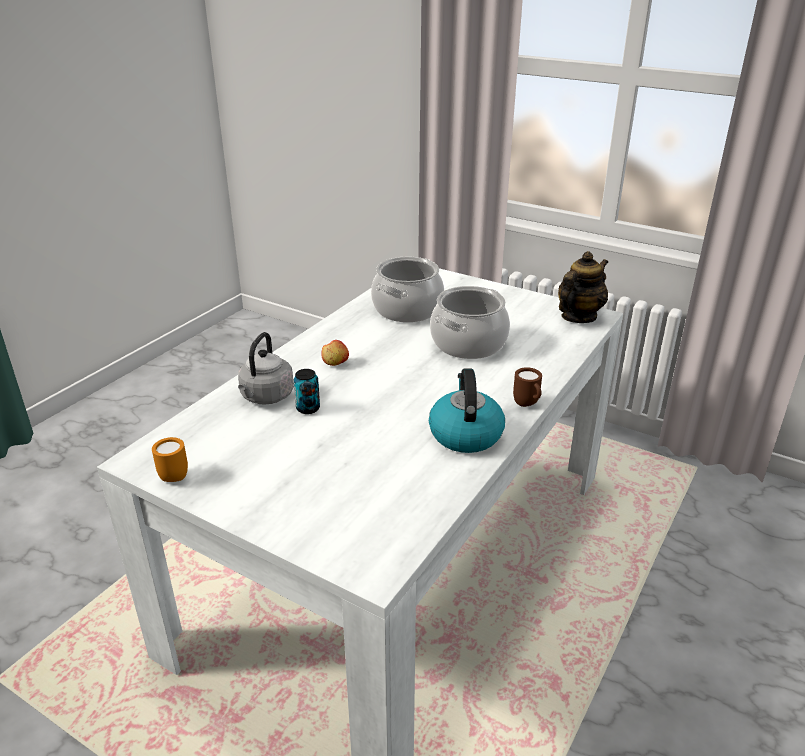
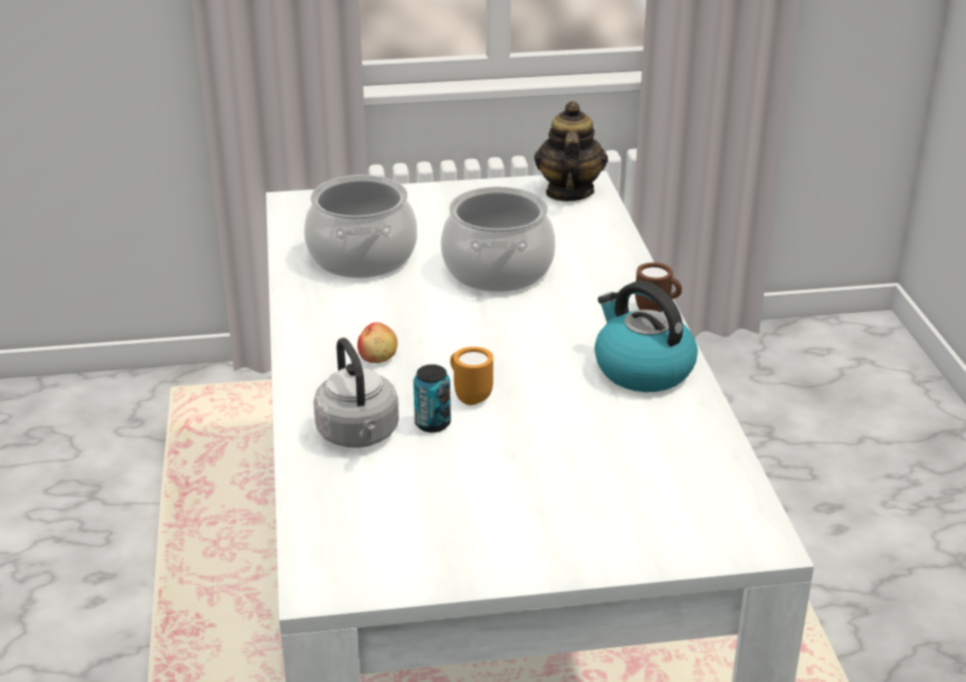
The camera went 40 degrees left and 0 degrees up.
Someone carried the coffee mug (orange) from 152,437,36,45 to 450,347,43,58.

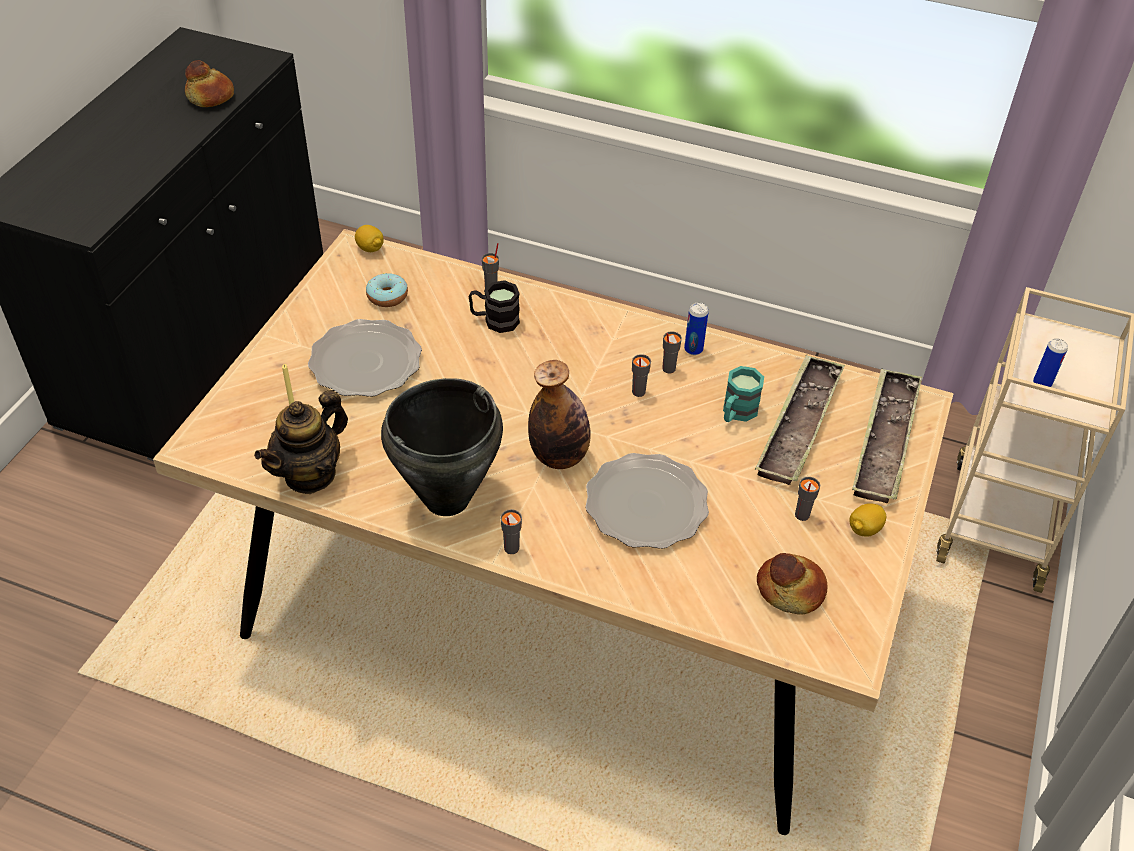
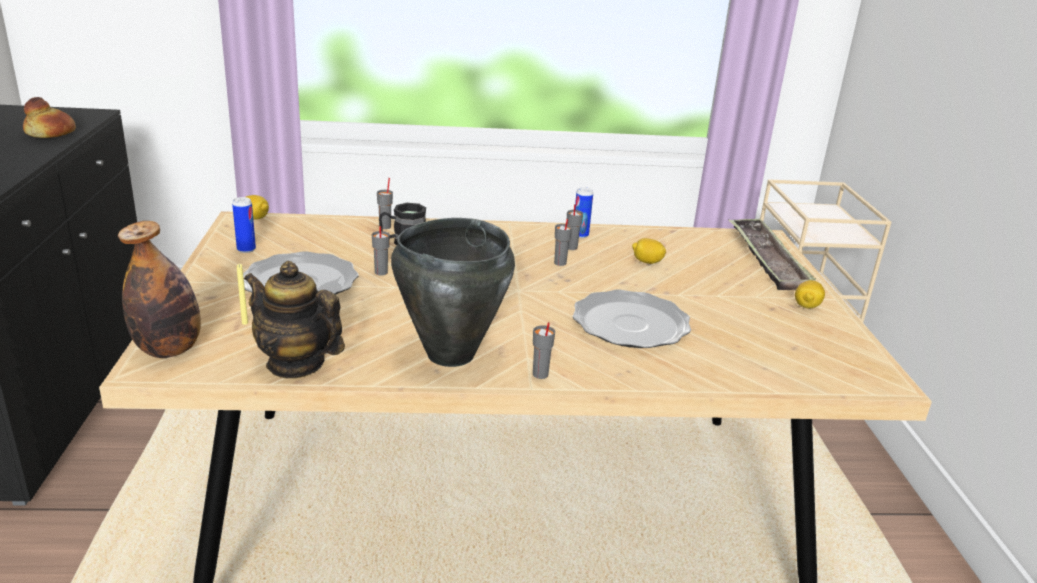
The camera went 25 degrees left and 20 degrees down.
Someone carried the beverage bottle from 528,360,63,109 to 118,221,83,137.
Someone carried the can from 1033,338,35,49 to 232,197,24,56.
Someone rotated the teapot at 254,390,94,104 by 105 degrees clockwise.
Someone carried the cup (gray) from 795,477,25,44 to 372,226,18,50.
Someone swapped the coffee mug (turquoise) at 723,366,41,56 for the whole lemon at 632,238,34,26.
Someone took away the donut at 366,273,42,34.
Someone took away the tray at 755,355,90,130.
Someone took away the bread at 757,553,71,62.

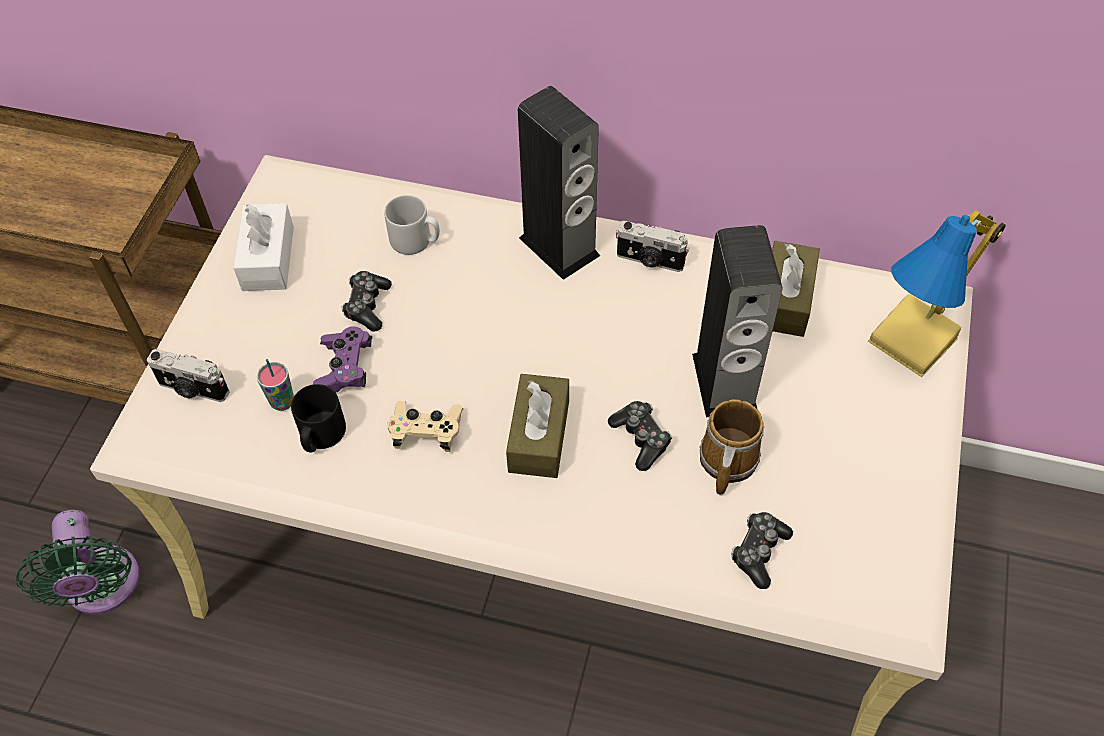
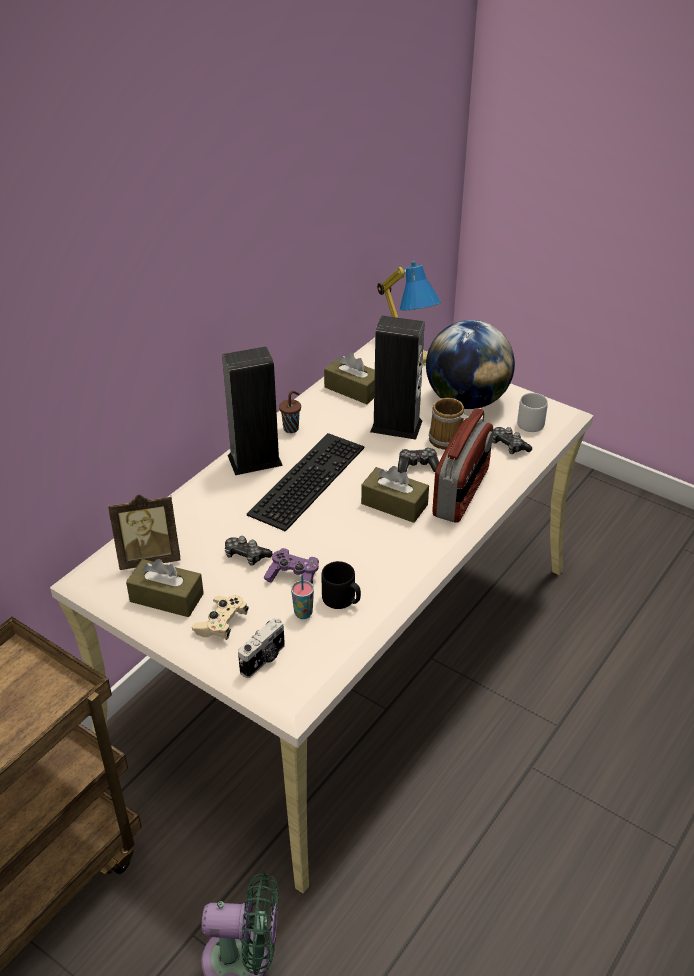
The camera went 70 degrees left and 15 degrees down.
Someone put down the photo frame at 108,494,73,76.
Someone repainted the box of tissues (whitish) at 233,203,61,88, which became the box of tissues (brownish) at 126,559,78,58.
Someone carried the gamepad (beige-coloured) from 387,401,77,51 to 192,595,57,45.
Someone put down the keyboard at 247,433,117,99.
Someone swapped the still camera at 616,221,74,51 for the cup (brownish) at 279,391,22,42.
Someone put down the globe at 426,320,89,89.
Someone put down the radio at 432,408,61,115.
Someone carried the coffee mug (gray) from 384,195,56,60 to 517,393,31,39.

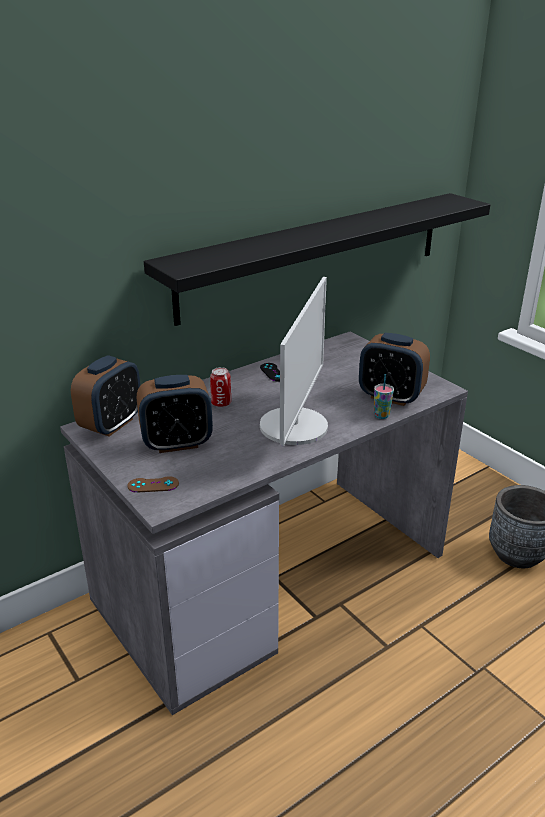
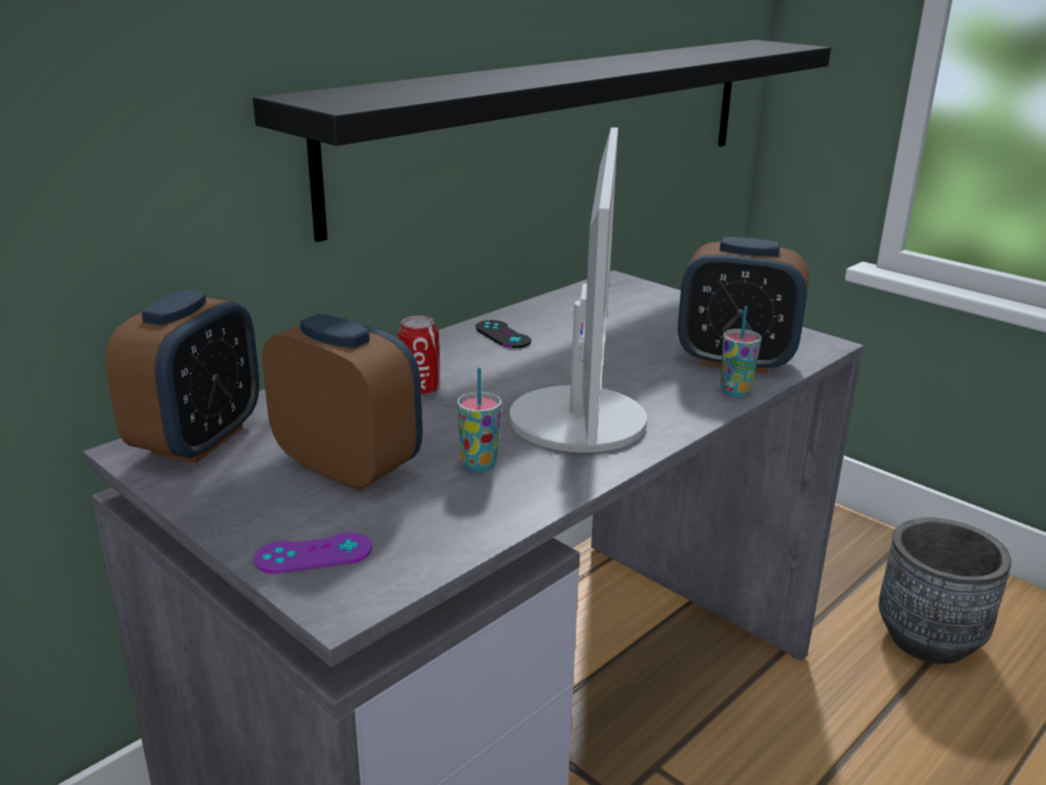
The camera went 10 degrees left and 5 degrees down.
Someone repainted the gamepad (brownish) at 127,476,52,17, which became the gamepad (purple-coloured) at 254,532,118,42.
Someone rotated the alarm clock at 137,375,76,78 by 120 degrees counterclockwise.
Someone put down the cup at 457,368,44,104.

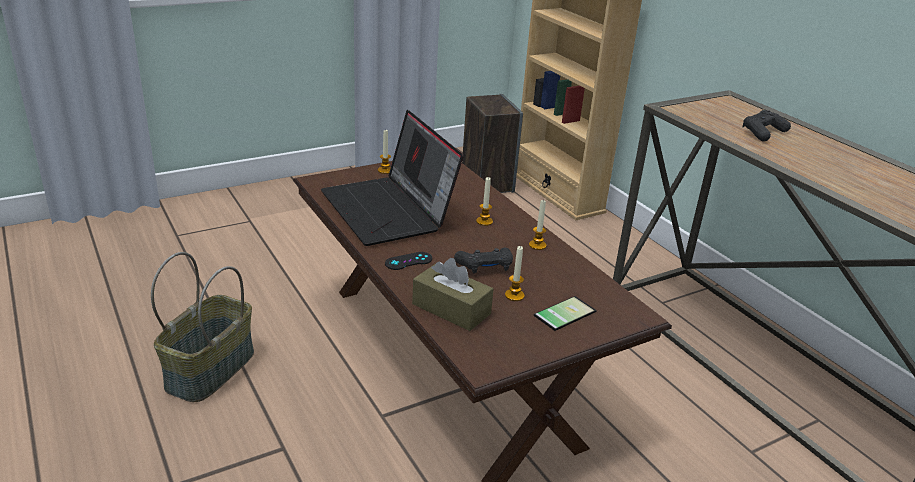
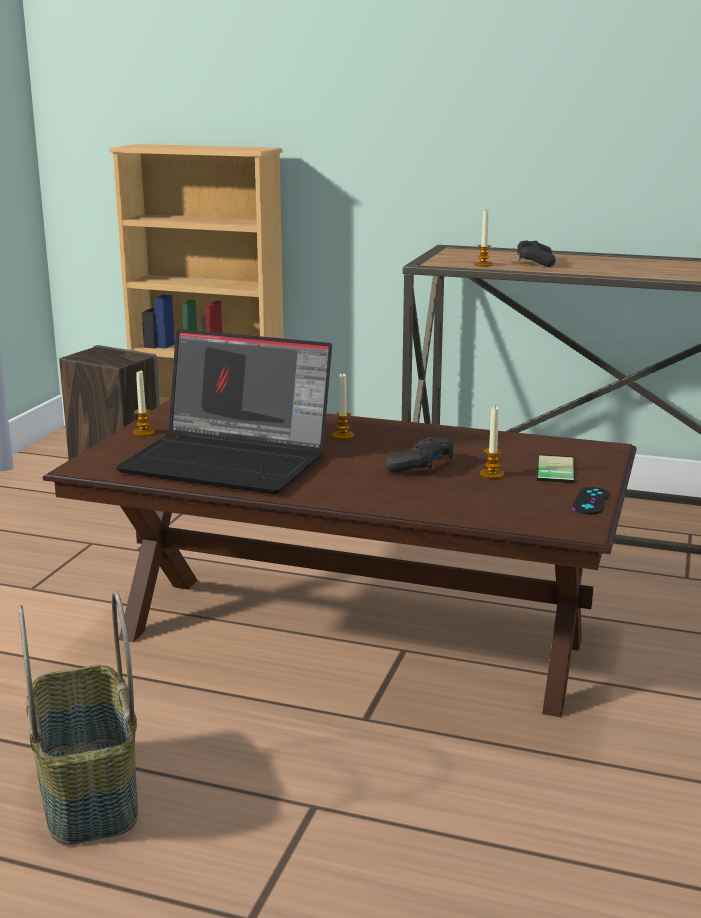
The camera went 40 degrees left and 10 degrees down.
Someone carried the wax light from 529,199,17,51 to 474,210,19,57.
Someone carried the gamepad (black-coloured) from 385,252,47,18 to 572,487,38,28.
Someone took away the box of tissues (brownish) at 412,258,81,73.

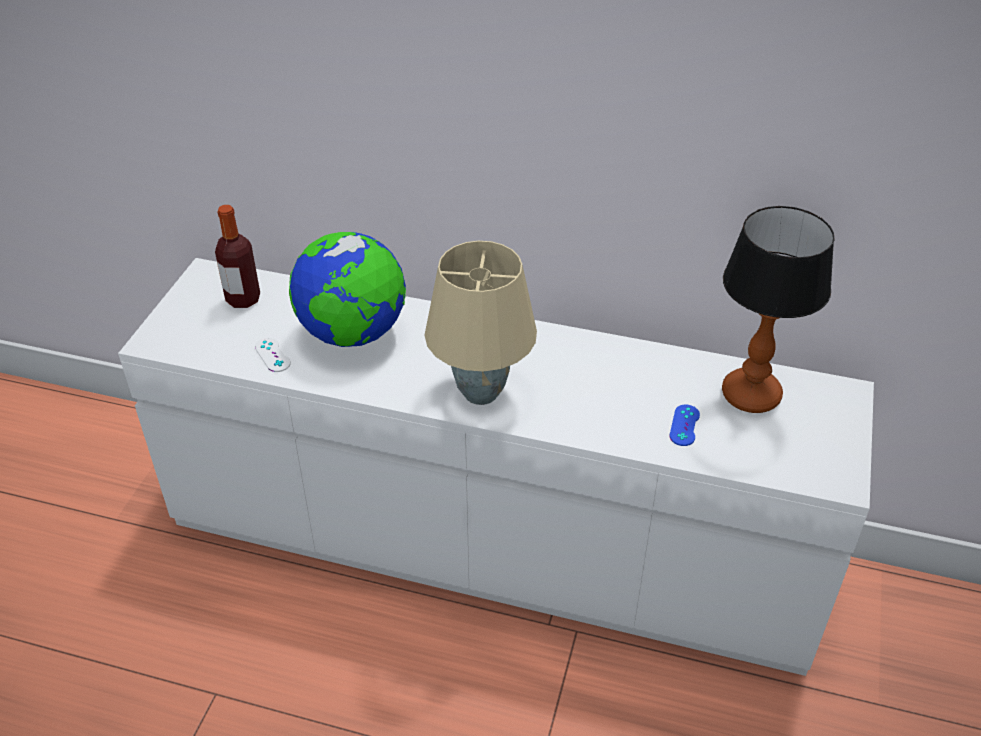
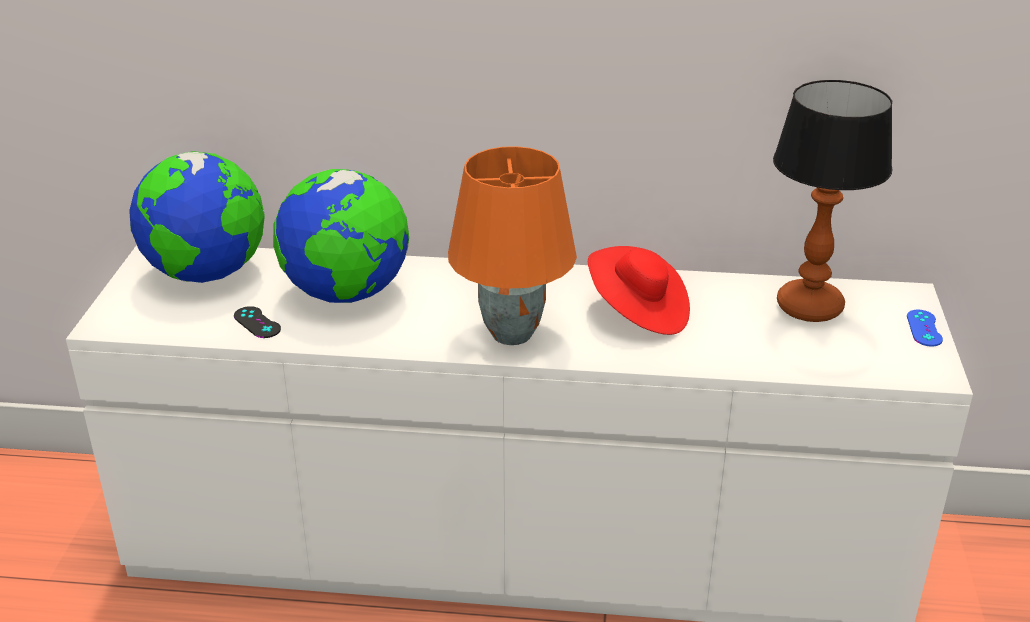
The camera went 10 degrees left and 10 degrees down.
Someone swapped the beverage bottle at 215,205,45,103 for the globe at 129,151,136,132.
Someone repainted the gamepad (whitish) at 255,338,36,34, which became the gamepad (black-coloured) at 234,306,47,32.
Someone repainted the tabletop lamp (beige-coloured) at 424,241,113,164, which became the tabletop lamp (orange) at 448,146,129,199.
Someone put down the hat (reddish) at 588,246,102,89.
Someone carried the gamepad (blue) from 670,404,30,42 to 907,310,36,37.

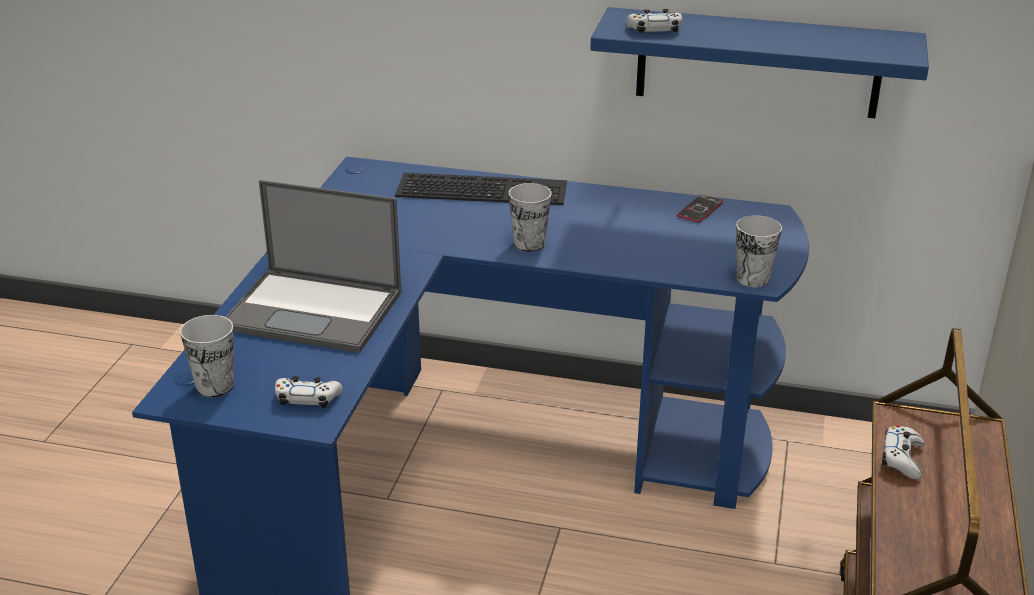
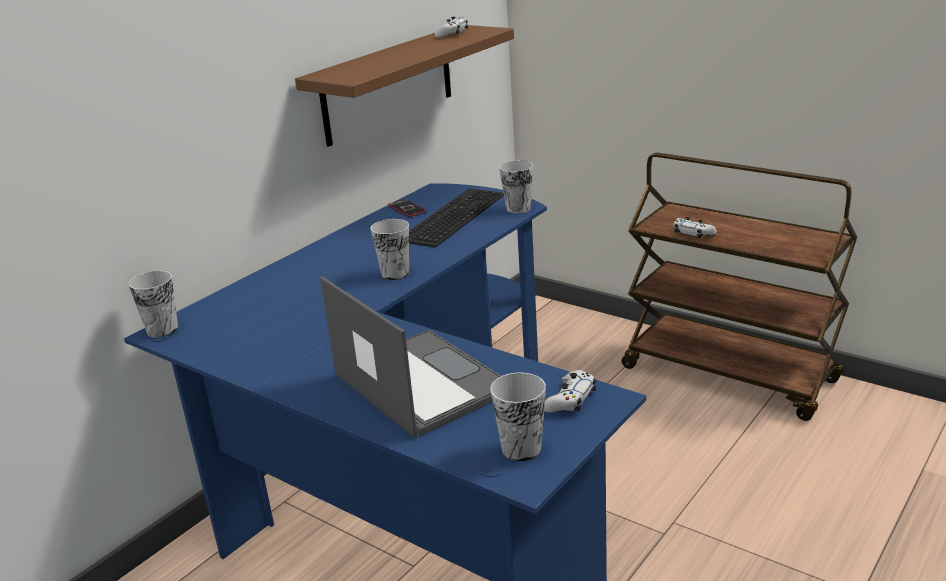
The camera went 65 degrees left and 5 degrees down.
Someone put down the cup at 128,271,50,67.
Someone repainted the wall shelf (blue) at 590,7,339,111, which became the wall shelf (brownish) at 295,25,219,122.
Someone rotated the portable computer at 226,180,175,173 by 75 degrees counterclockwise.
Someone carried the keyboard from 395,173,172,32 to 409,188,95,60.
Someone carried the gamepad (whitish) from 627,9,55,24 to 435,17,33,21.

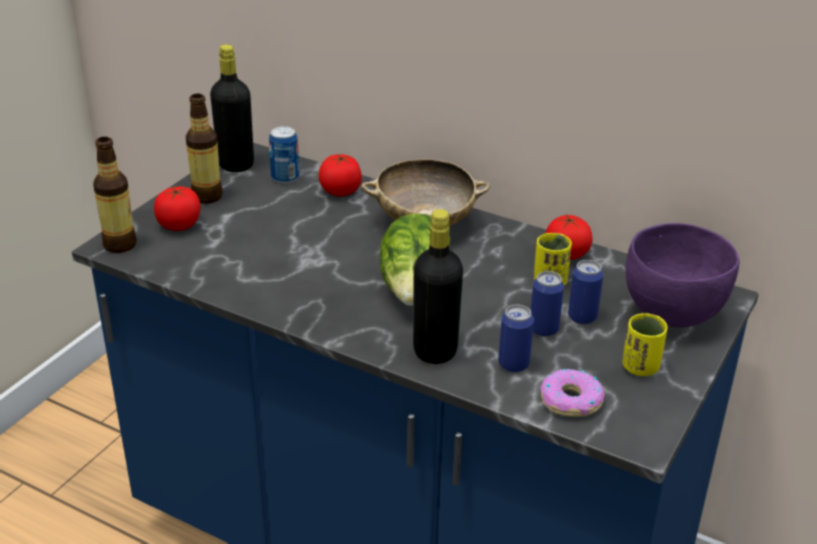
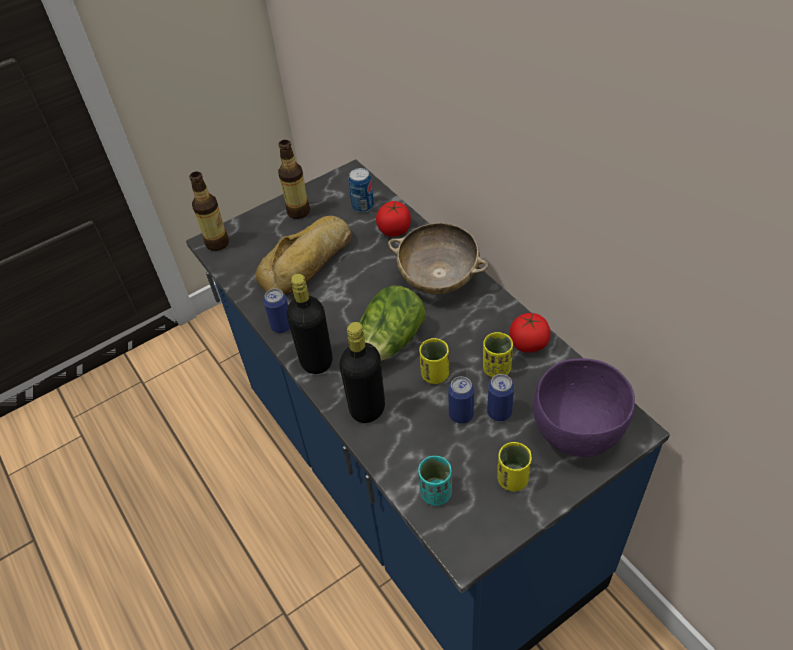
The camera went 30 degrees right and 15 degrees up.
Someone put down the bread at 256,216,96,79.
Someone carried the can from 498,304,36,69 to 263,288,27,45.
Someone carried the beverage bottle (black-coloured) from 210,45,44,127 to 287,274,46,100.
Someone swapped the donut at 540,368,64,49 for the cup (turquoise) at 418,456,34,50.
Someone put down the cup (yellowish) at 419,338,30,46.
Someone took away the tomato at 154,187,46,44.

